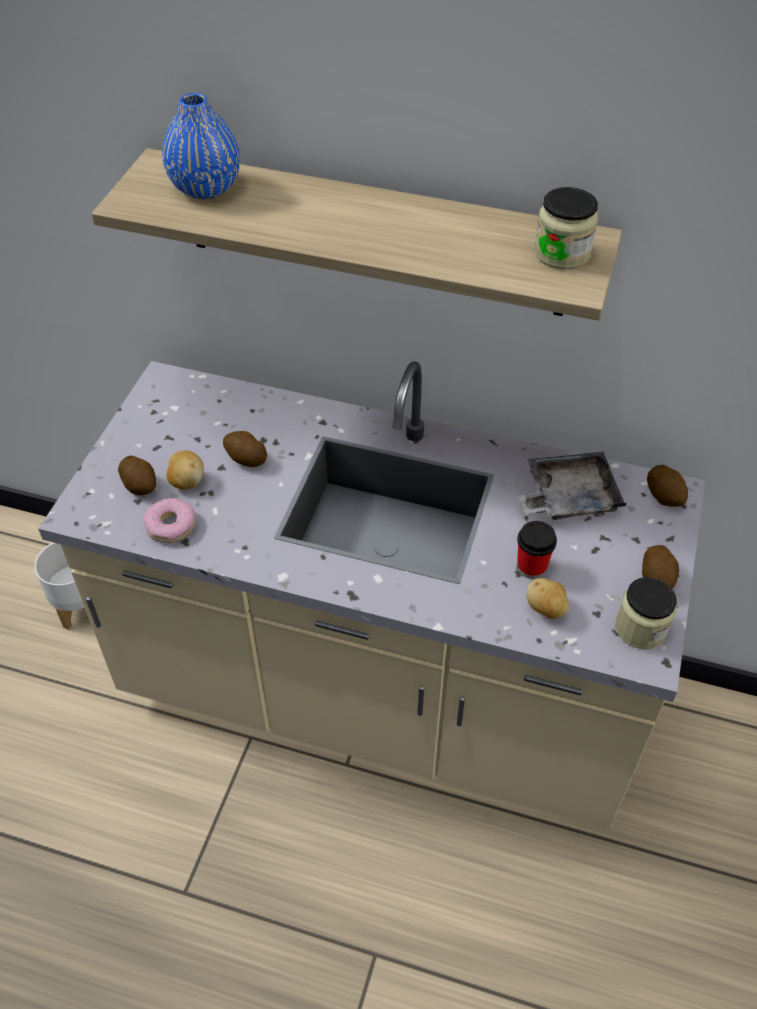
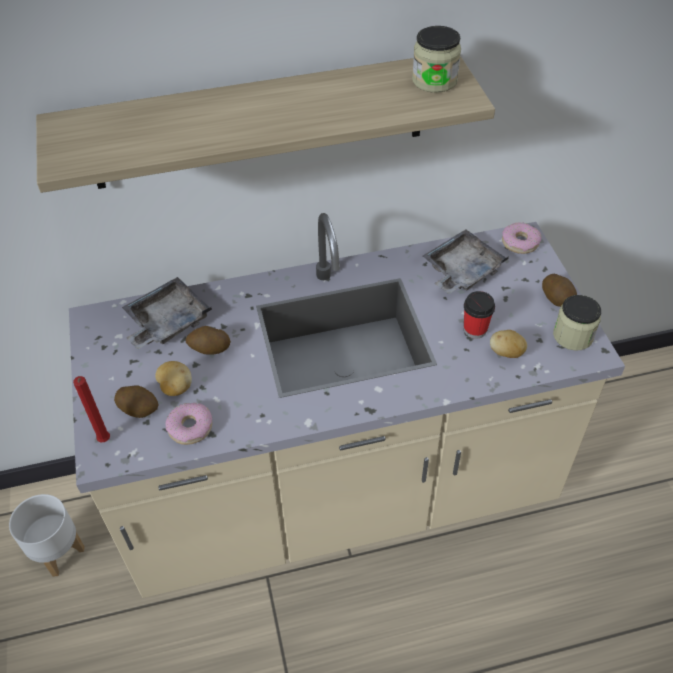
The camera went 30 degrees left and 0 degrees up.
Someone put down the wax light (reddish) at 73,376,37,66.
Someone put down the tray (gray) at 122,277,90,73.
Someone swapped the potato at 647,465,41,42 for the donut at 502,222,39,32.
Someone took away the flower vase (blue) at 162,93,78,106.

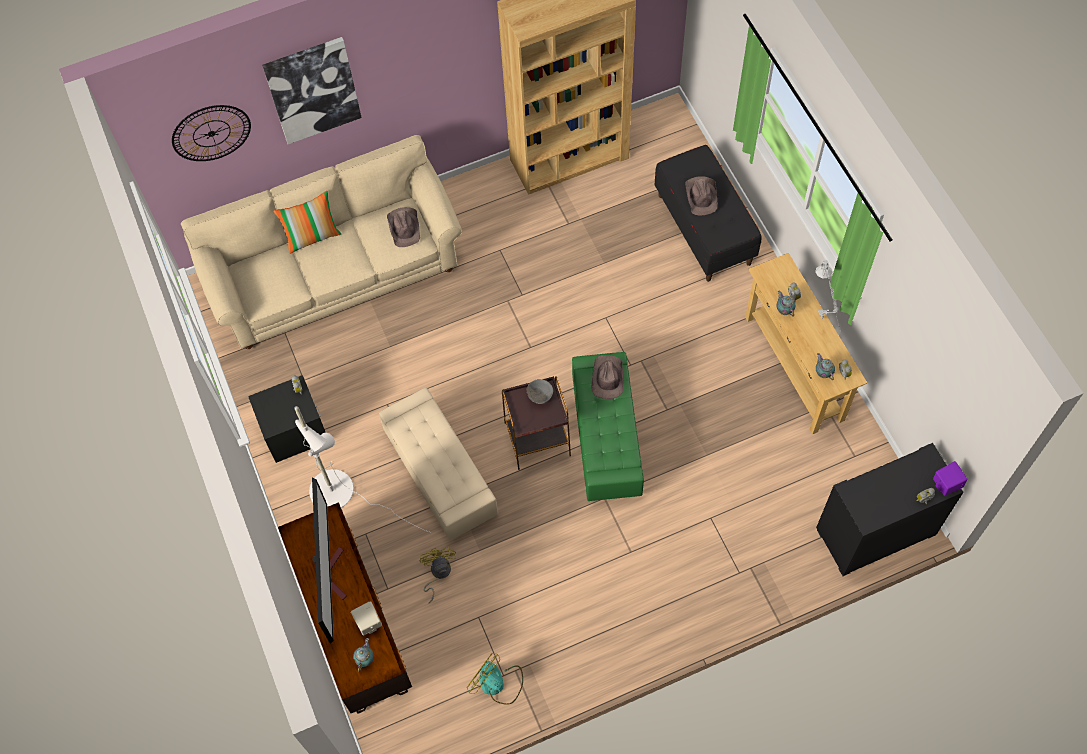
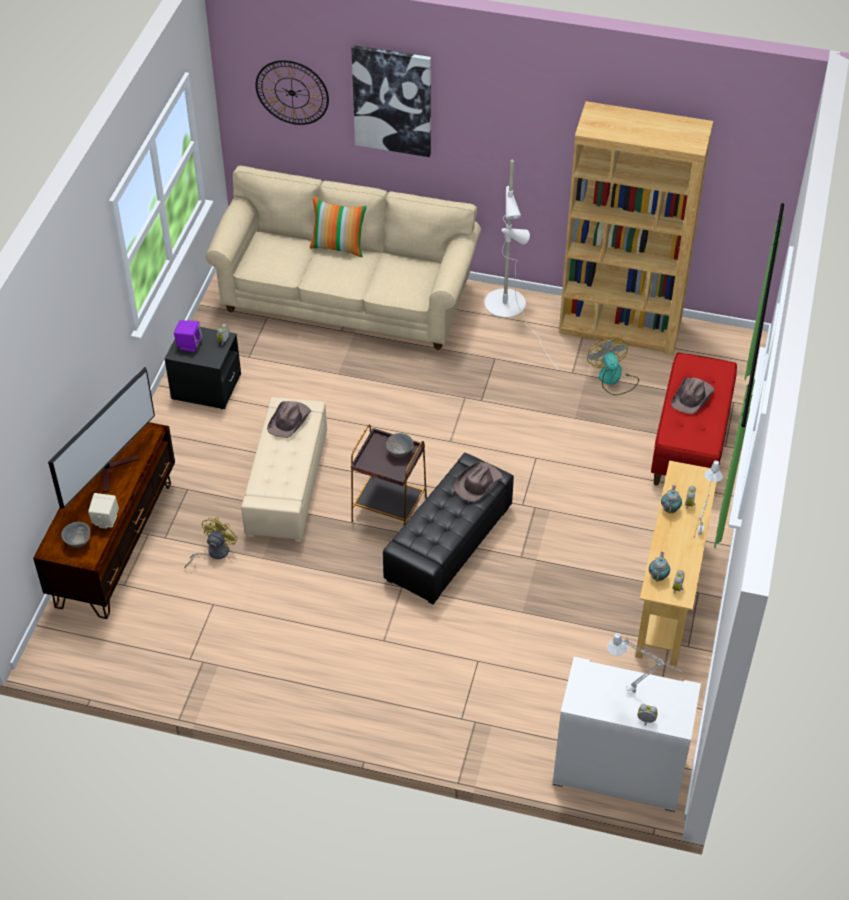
The camera went 35 degrees right and 15 degrees down.
Someone swapped the teapot at 353,638,21,34 for the serving bowl (gray) at 61,522,29,25.
Someone carried the audio speaker (purple-coloured) from 933,461,34,35 to 174,320,28,32.
Someone carried the hat (brownish) from 387,207,33,40 to 267,401,44,37.
Someone repainted the ottoman (green) at 572,352,72,149, which became the ottoman (black-coloured) at 383,453,131,151.
Someone carried the standing lamp (whitish) from 294,406,138,127 to 484,159,75,211.
Someone repainted the chest of drawers (black-coloured) at 816,443,147,133, which became the chest of drawers (whitish) at 553,657,148,155.
Someone carried the cooling fan from 467,653,56,52 to 587,337,52,58.
Someone put down the tabletop lamp (gray) at 607,633,75,60.
Someone repainted the long seat (black-coloured) at 655,145,107,137, which became the long seat (reddish) at 651,353,86,132.

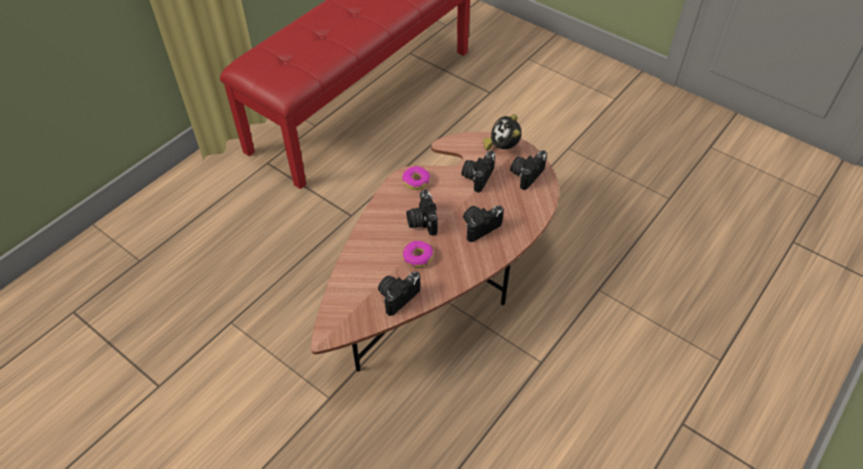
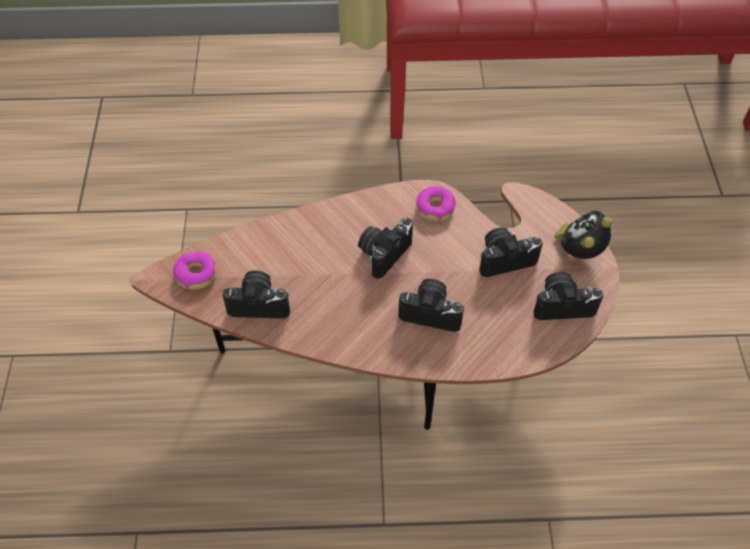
The camera went 50 degrees right and 5 degrees up.
Someone carried the donut from 403,241,30,27 to 173,252,43,38.

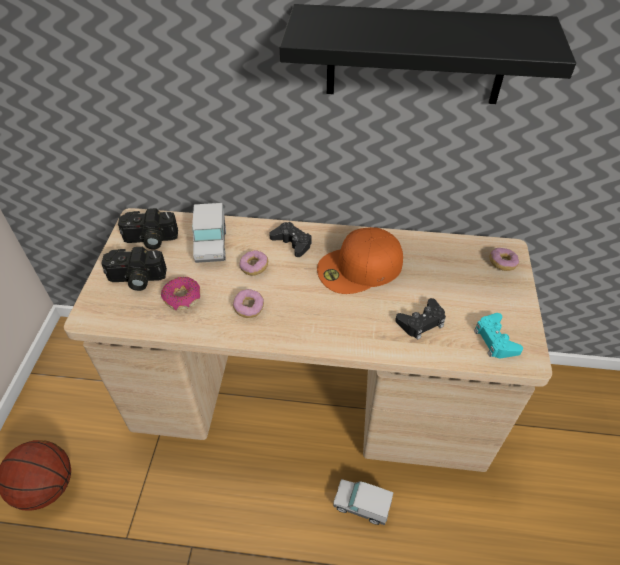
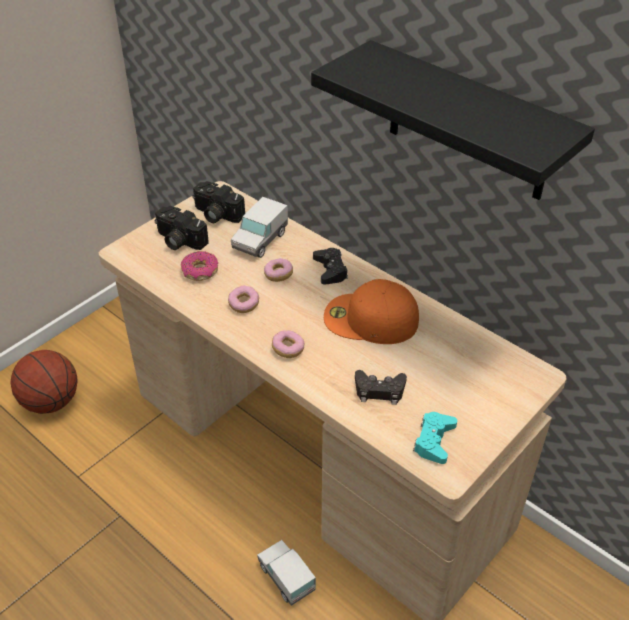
The camera went 35 degrees right and 5 degrees down.
Someone carried the donut from 490,248,29,23 to 272,330,32,28.

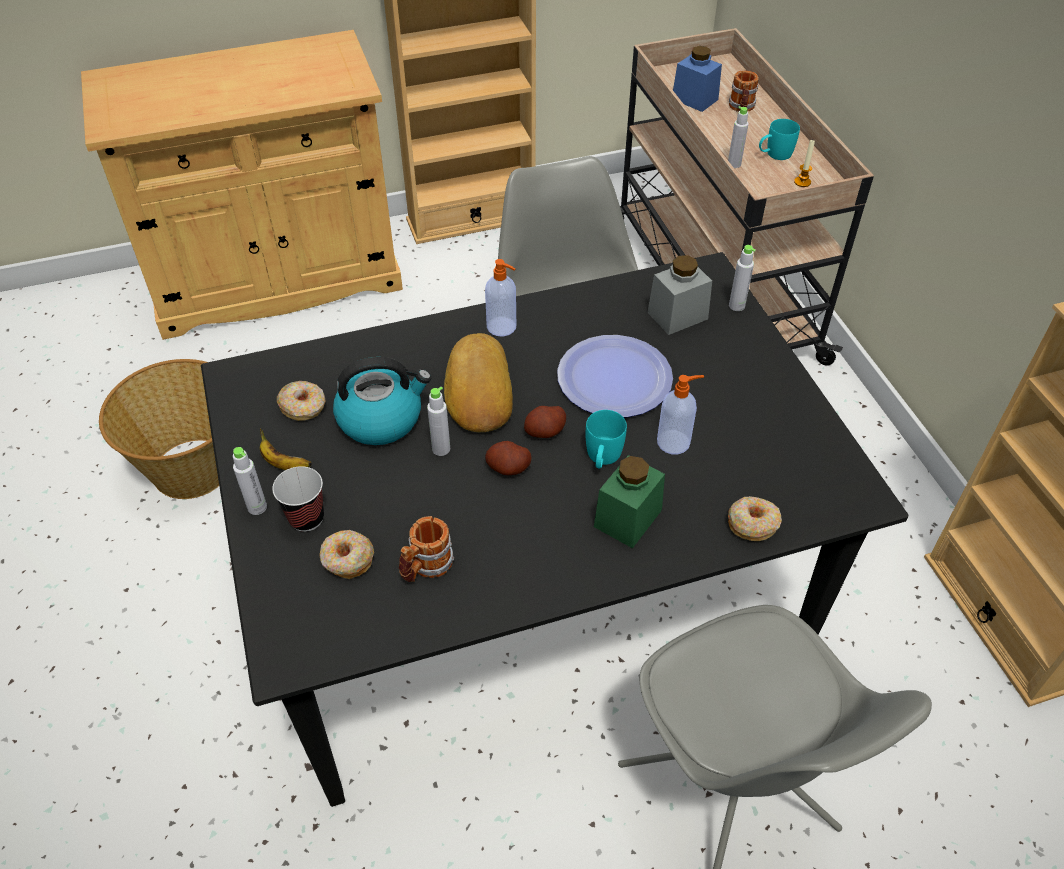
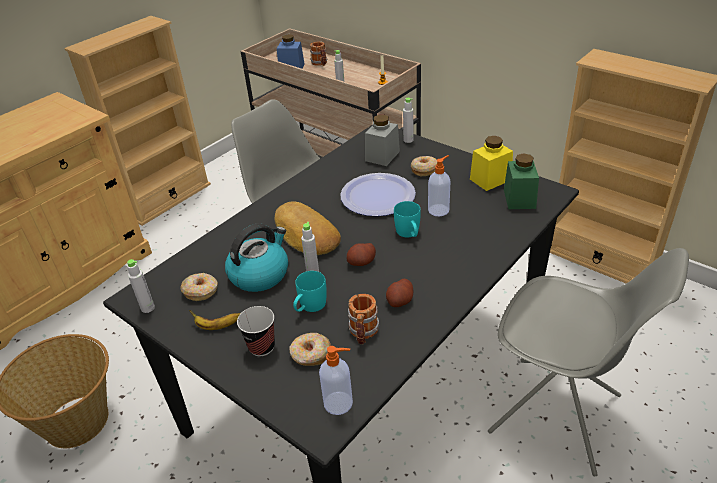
The camera went 30 degrees left and 10 degrees down.
Someone carried the beverage bottle (gray) from 233,447,34,68 to 127,259,28,54.
Someone carried the coffee mug (turquoise) from 759,119,41,41 to 293,271,34,41.
Someone carried the soap bottle from 485,259,31,77 to 319,346,34,69.
Someone carried the potato from 524,406,42,32 to 386,279,27,28.
Someone carried the donut from 728,496,54,45 to 411,156,26,20.
Someone put down the jar (yellowish) at 470,136,43,55.
Someone carried the jar (green) from 594,455,71,93 to 504,153,35,56.

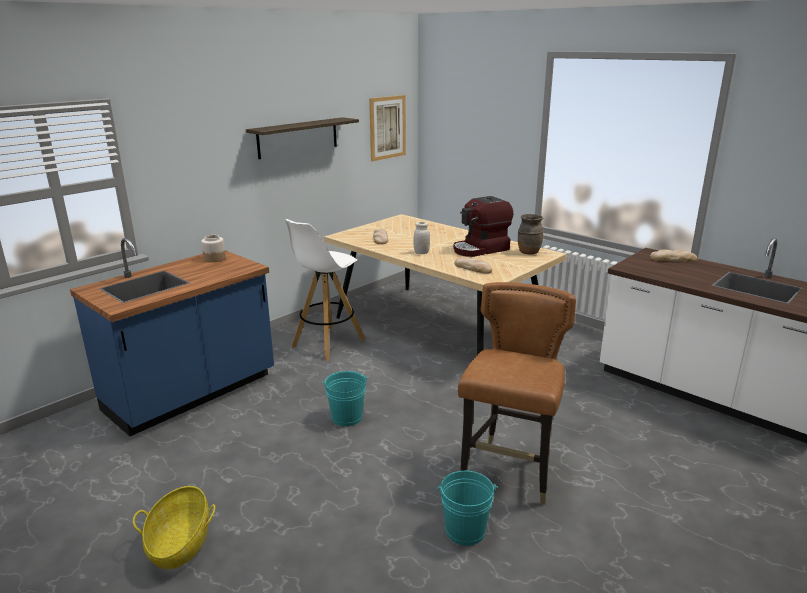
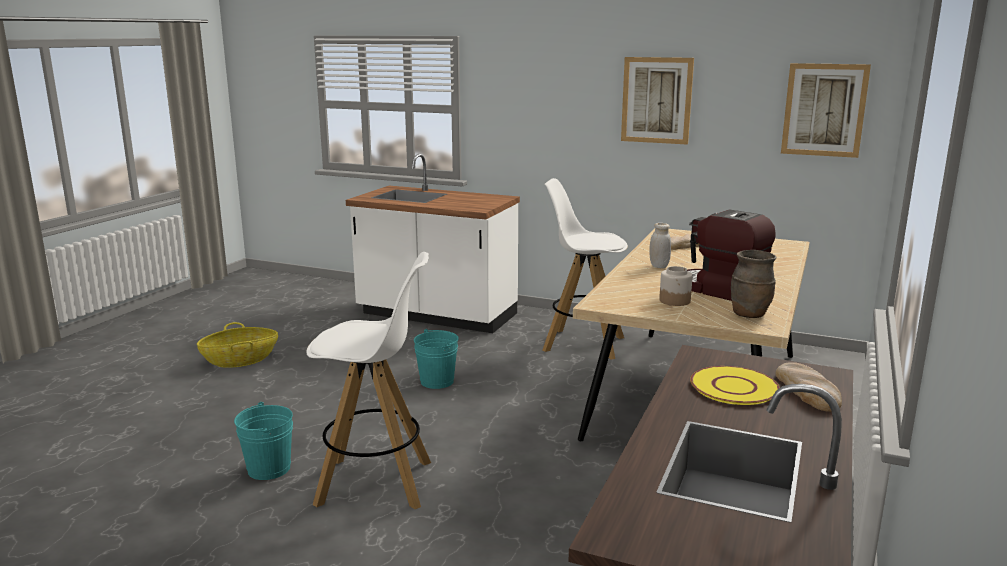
The camera went 70 degrees right and 5 degrees down.
Someone swapped the chair (brownish) at 458,282,118,222 for the stool (whitish) at 306,252,125,257.
Someone repainted the counter (blue) at 70,238,204,198, which became the counter (whitish) at 346,154,174,179.
Someone swapped the wall shelf at 246,117,113,42 for the wall art at 621,57,73,88.
Someone carried the jar from 201,235,25,27 to 659,266,34,40.
Someone put down the dinner plate (yellowish) at 690,366,90,39.
Someone took away the bread at 454,257,38,17.

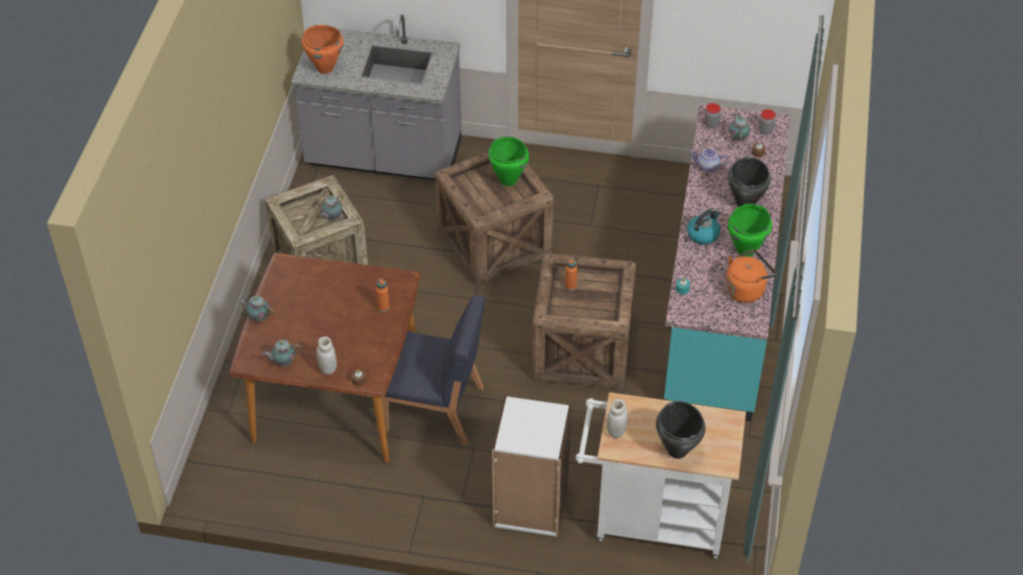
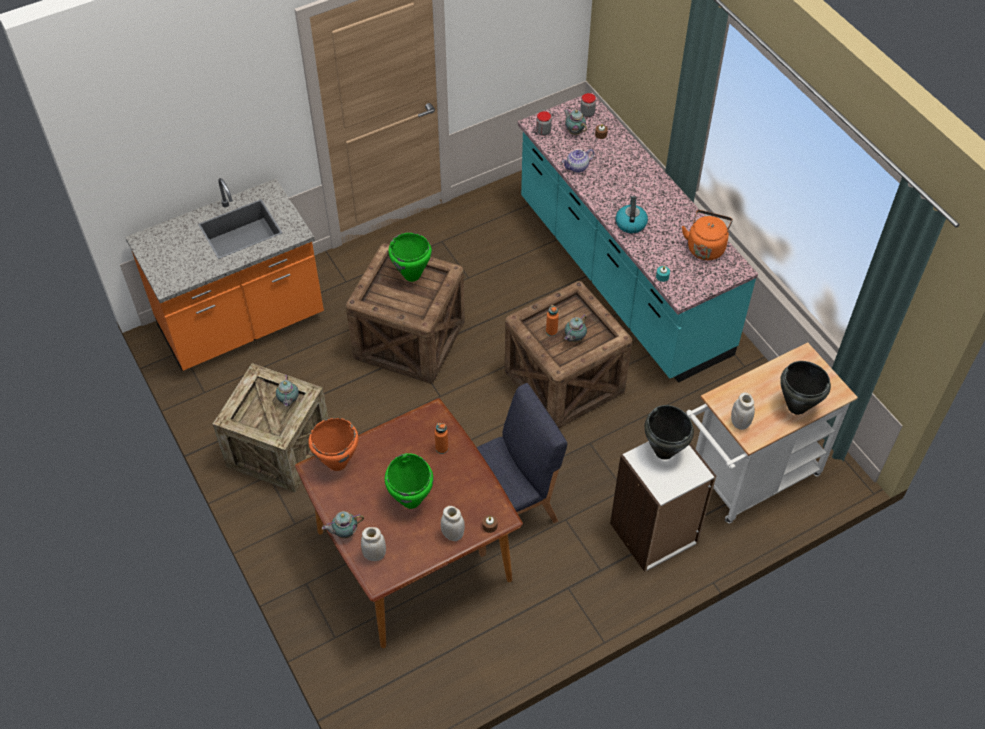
The camera went 40 degrees left and 5 degrees up.
Someone repainted the counter (gray) at 291,14,171,167, which became the counter (orange) at 125,178,199,193.
Someone carried the cooking pot (orange) from 302,25,42,49 to 309,418,50,53.
Someone put down the jar (whitish) at 361,527,25,34.
Someone carried the cooking pot (green) from 728,204,44,53 to 385,453,48,56.
Someone carried the teapot from 262,340,40,27 to 564,315,23,27.
Someone carried the cooking pot (black-coloured) from 728,157,43,50 to 645,405,49,55.

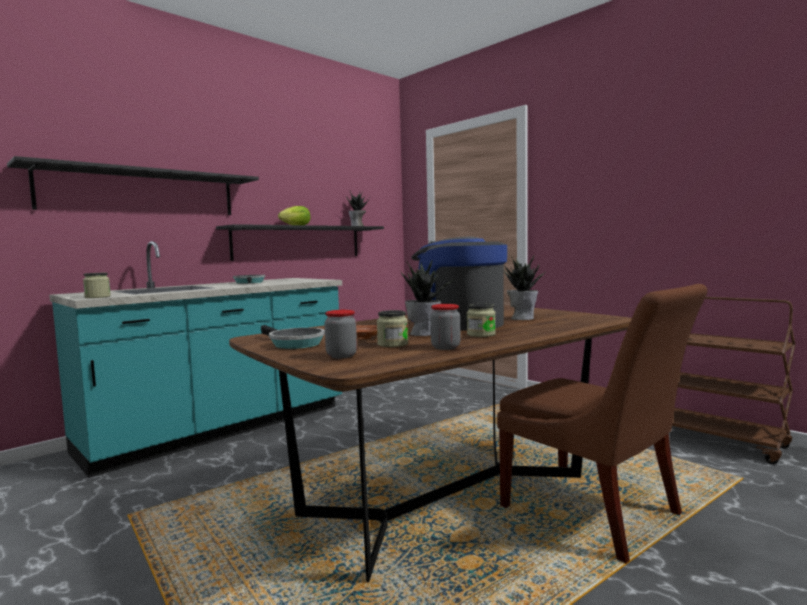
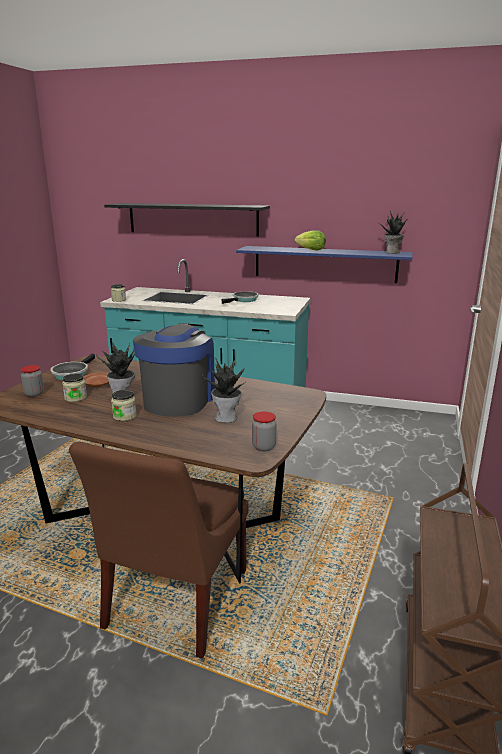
The camera went 60 degrees right and 15 degrees up.
Someone repainted the wall shelf (black-coloured) at 216,224,168,37, which became the wall shelf (blue) at 236,246,177,37.
Someone carried the jar from 430,304,31,46 to 252,411,24,40.

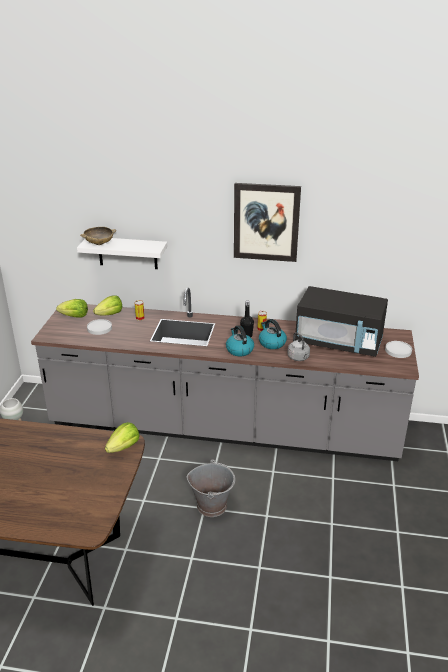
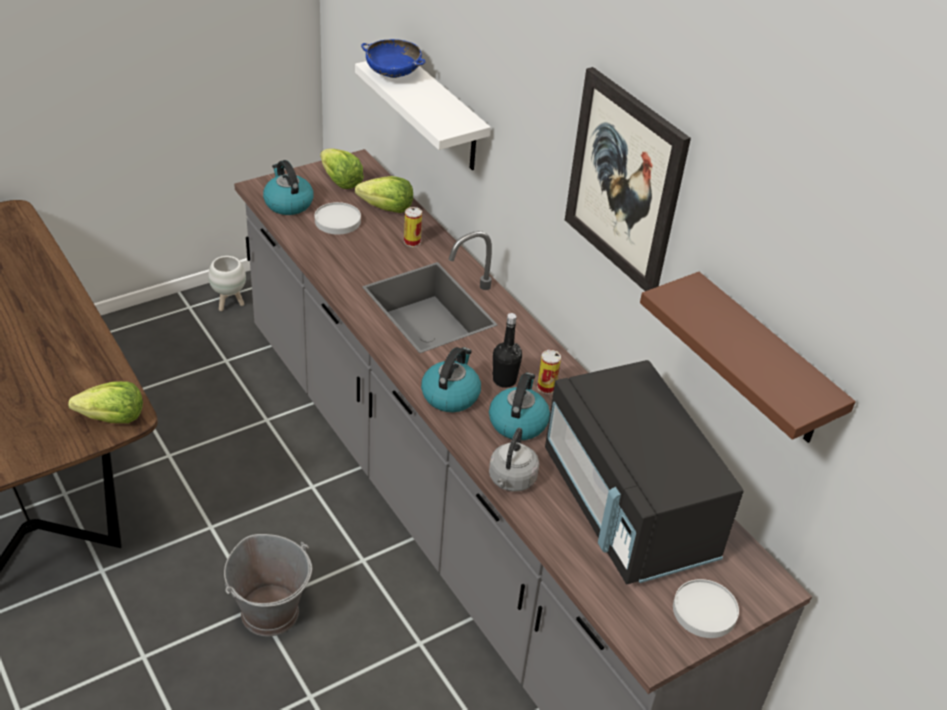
The camera went 45 degrees right and 10 degrees up.
Someone put down the tea kettle at 263,160,51,55.
Someone repainted the serving bowl (beige-coloured) at 80,227,36,18, which became the serving bowl (blue) at 361,39,65,39.
Someone put up the wall shelf (brownish) at 640,272,216,171.

